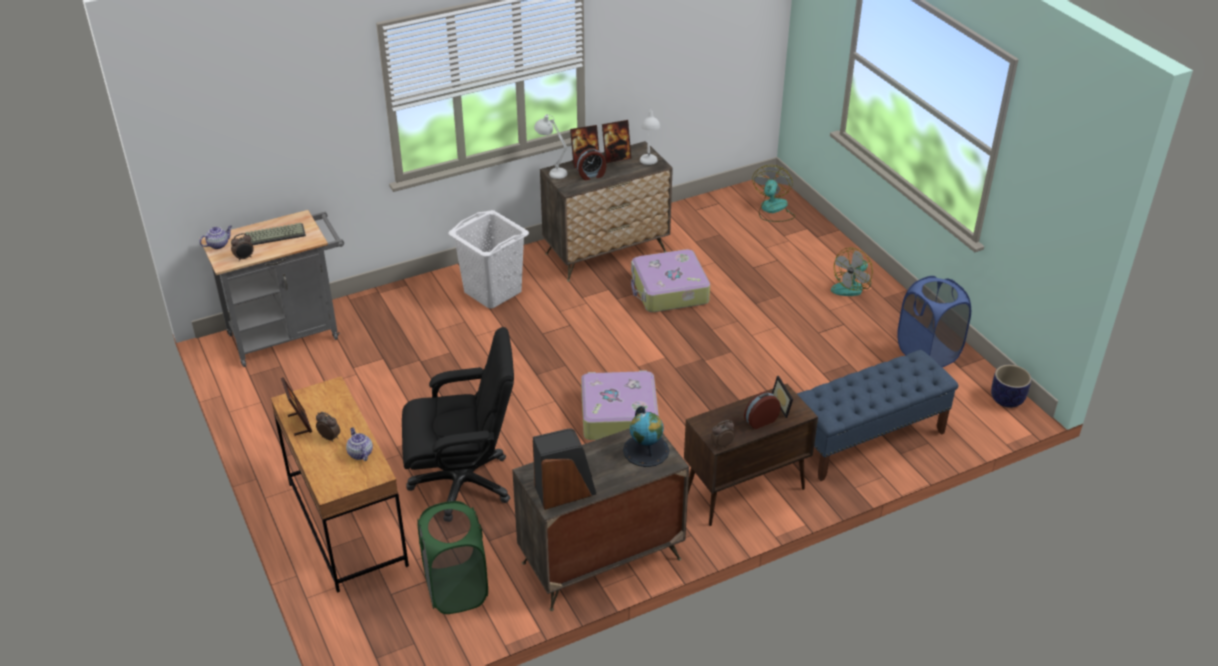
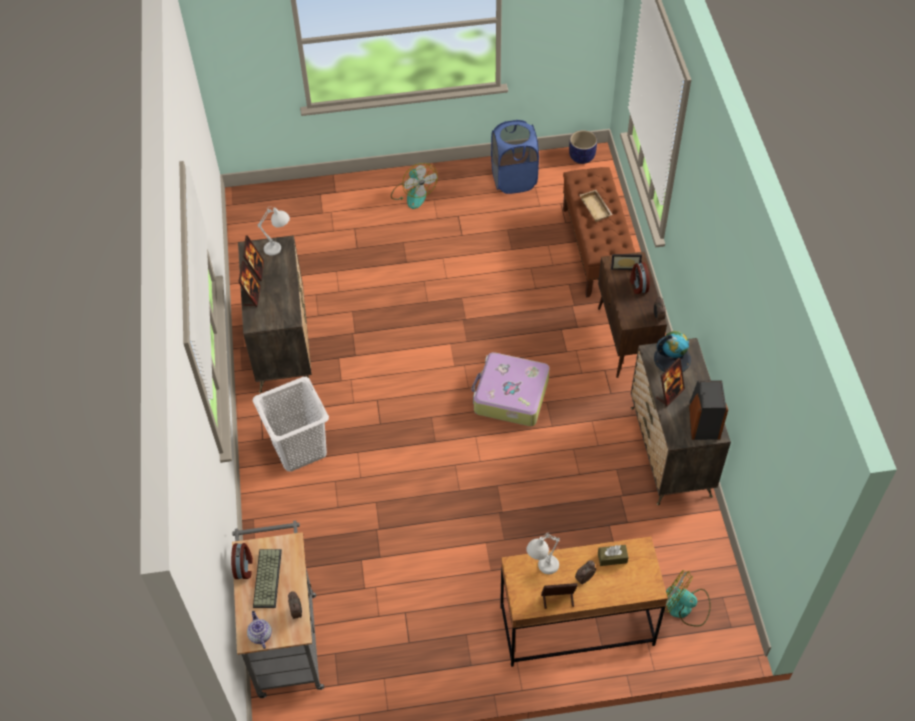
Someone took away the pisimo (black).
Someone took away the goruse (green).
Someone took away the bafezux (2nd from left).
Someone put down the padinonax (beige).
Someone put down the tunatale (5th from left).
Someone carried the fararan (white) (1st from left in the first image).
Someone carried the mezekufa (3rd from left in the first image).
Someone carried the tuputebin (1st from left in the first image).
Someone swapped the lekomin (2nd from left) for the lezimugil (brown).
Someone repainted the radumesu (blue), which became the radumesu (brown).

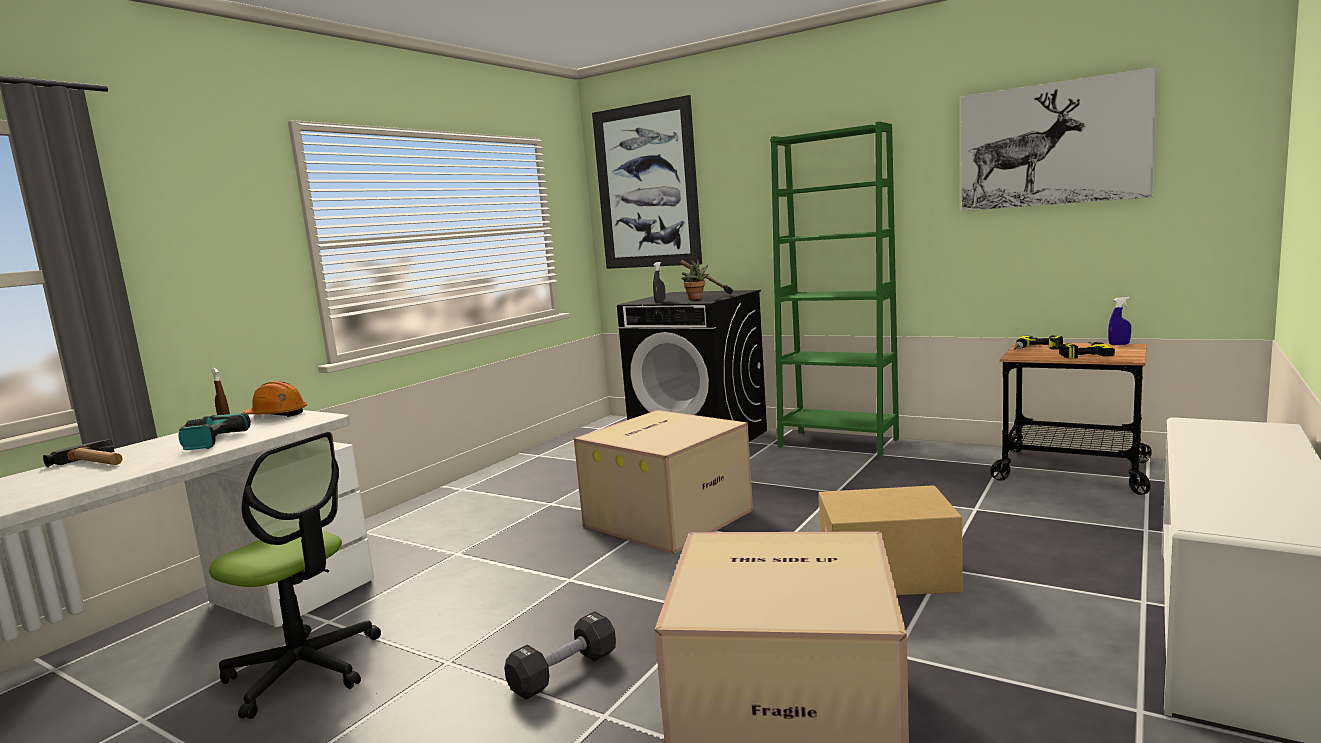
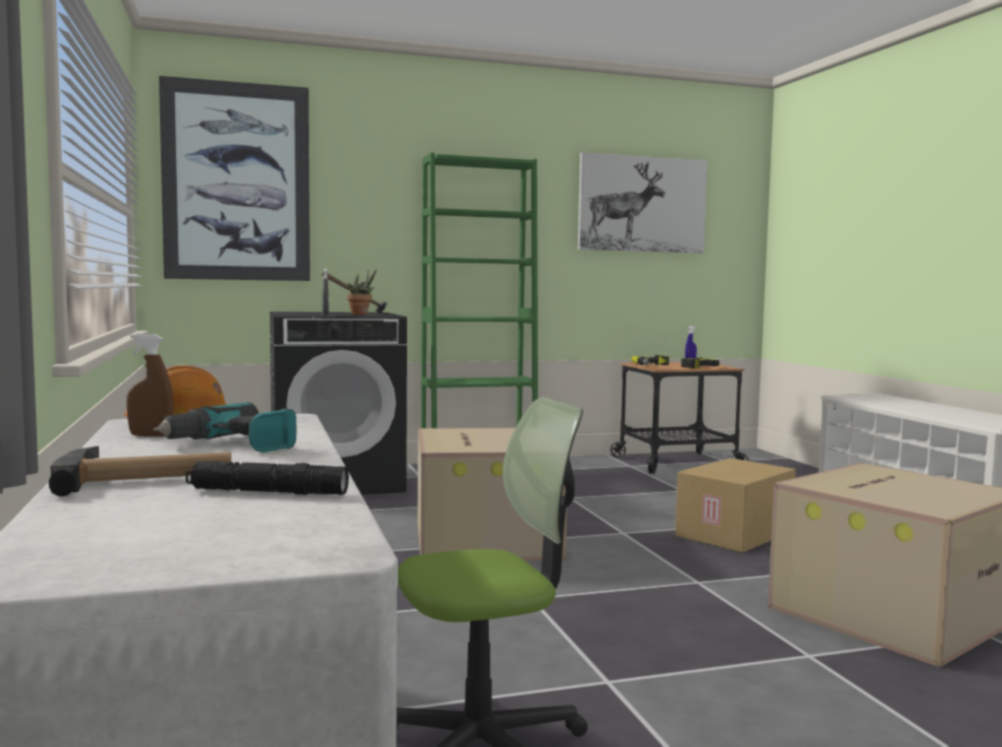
Someone took away the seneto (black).
Someone put down the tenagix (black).

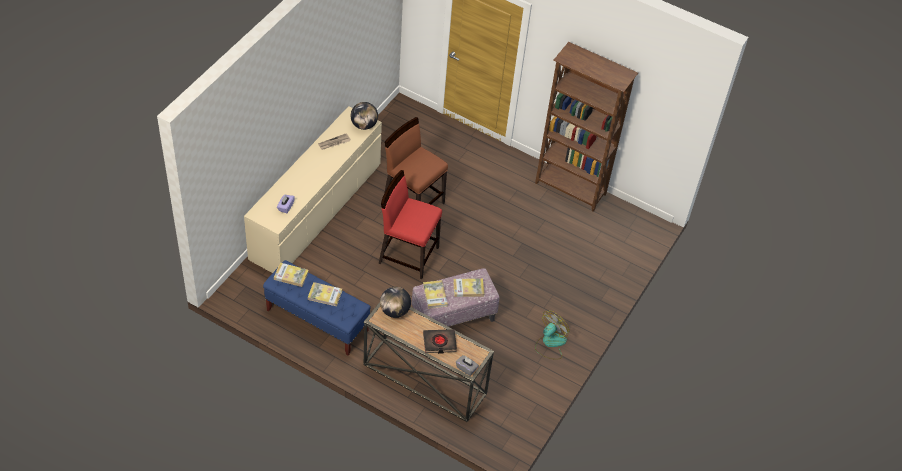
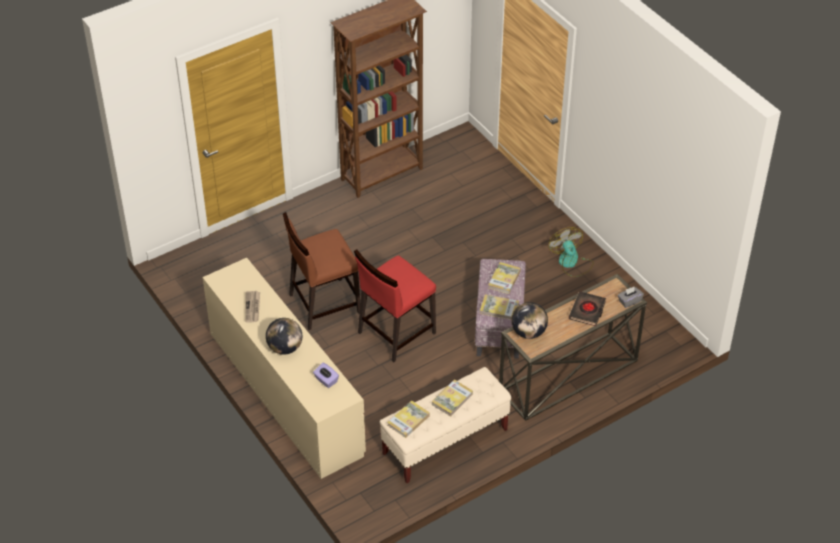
Someone carried the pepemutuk (1st from left).
Someone repainted the radumesu (blue), which became the radumesu (beige).

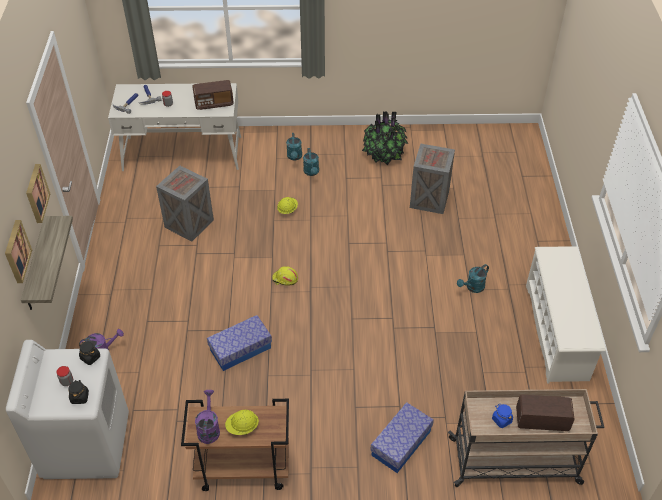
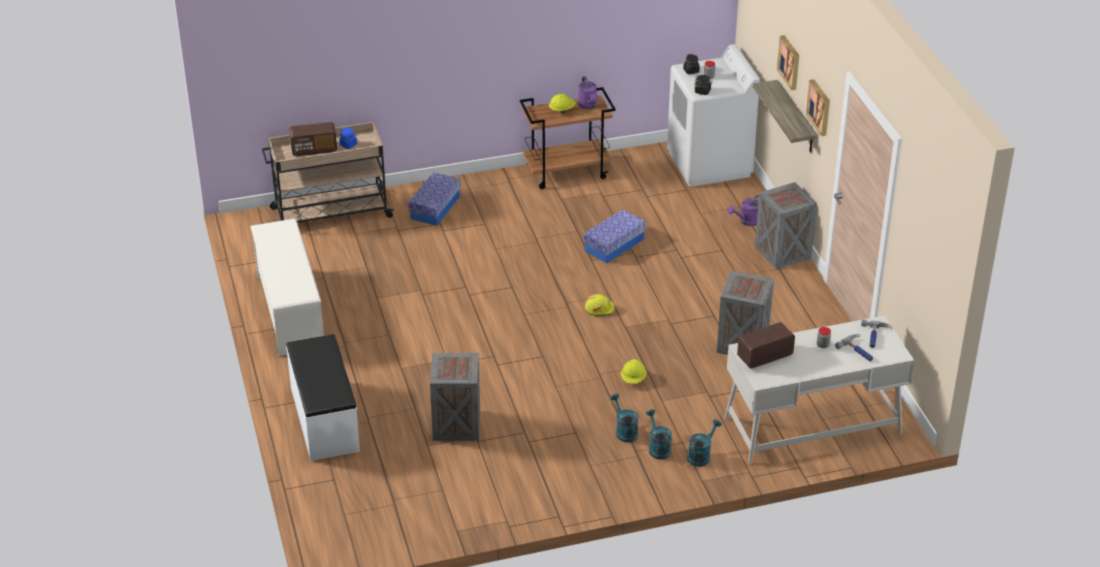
Someone took away the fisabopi.
Someone put down the radumesu (white).
Someone put down the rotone (3rd from left).
Someone carried the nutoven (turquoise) (3rd from left).

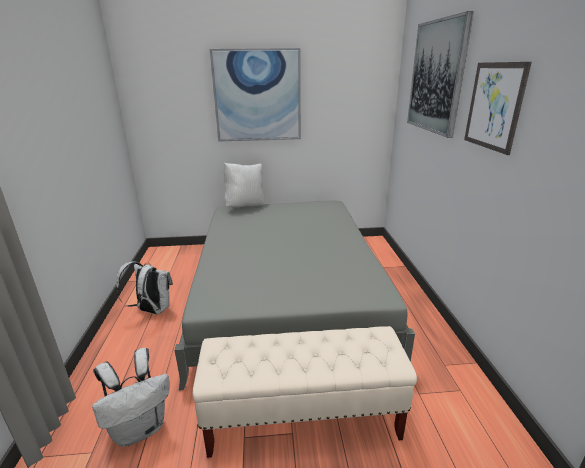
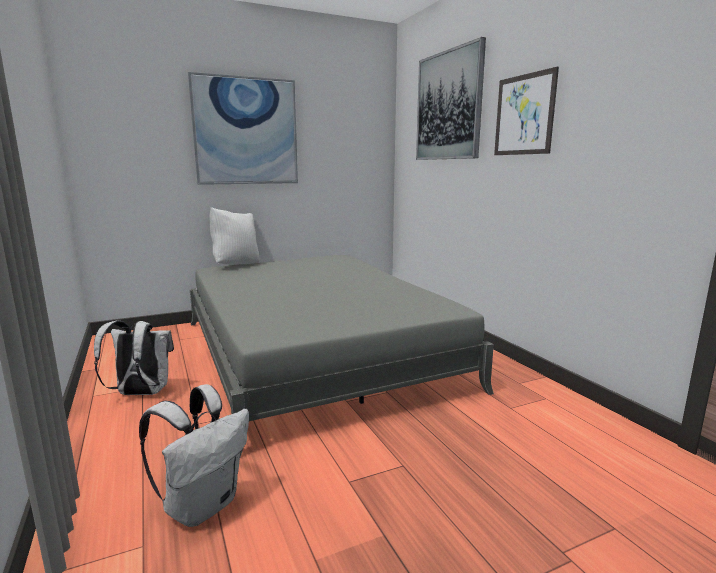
Someone took away the radumesu (beige).

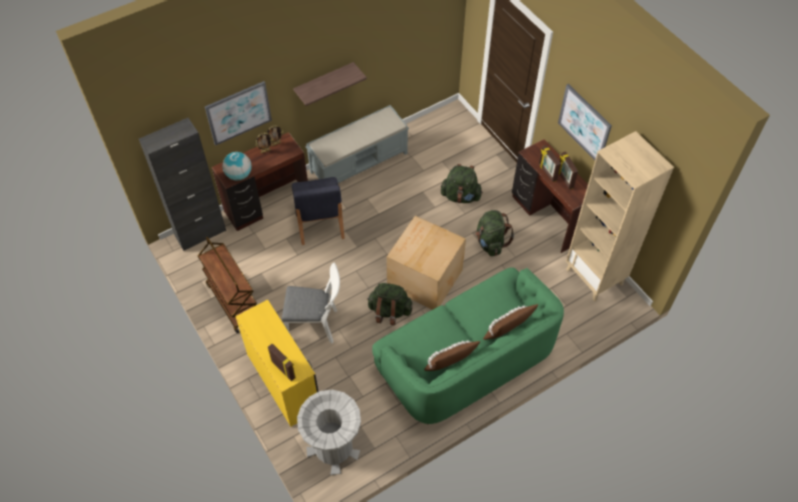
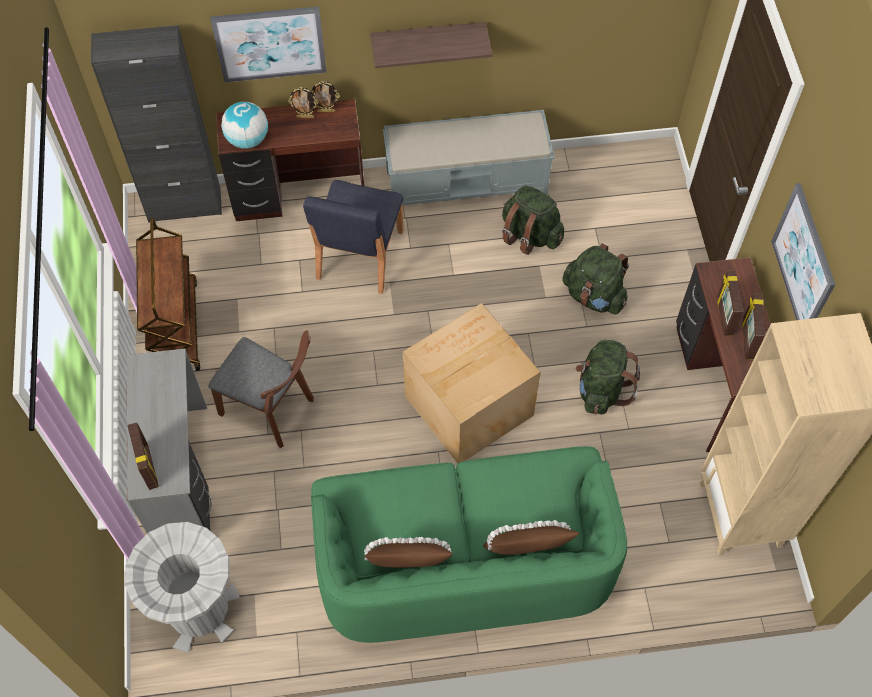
Someone carried the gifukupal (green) (1st from left).
Someone repainted the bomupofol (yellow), which became the bomupofol (grey).
Someone repainted the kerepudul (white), which became the kerepudul (brown).

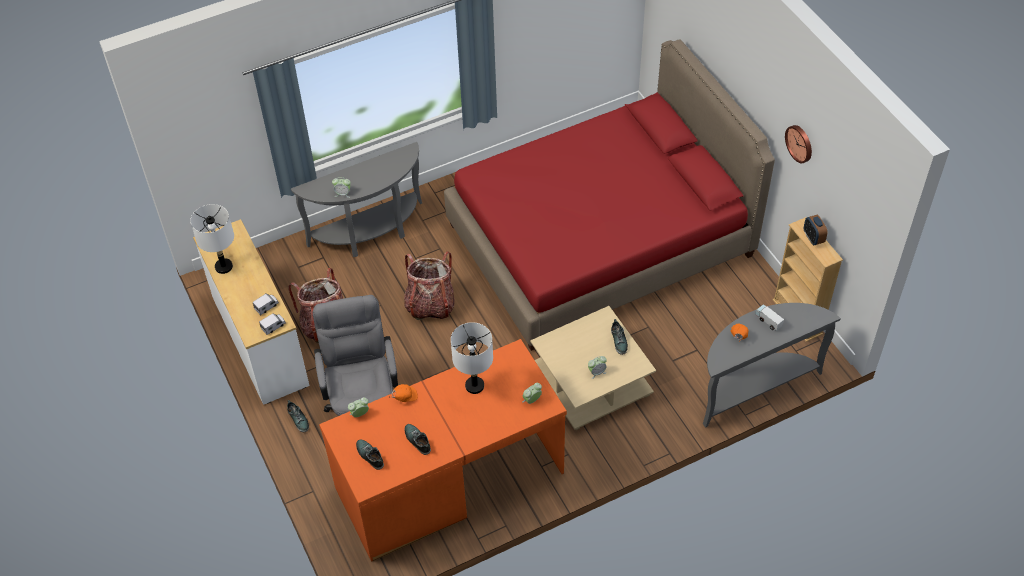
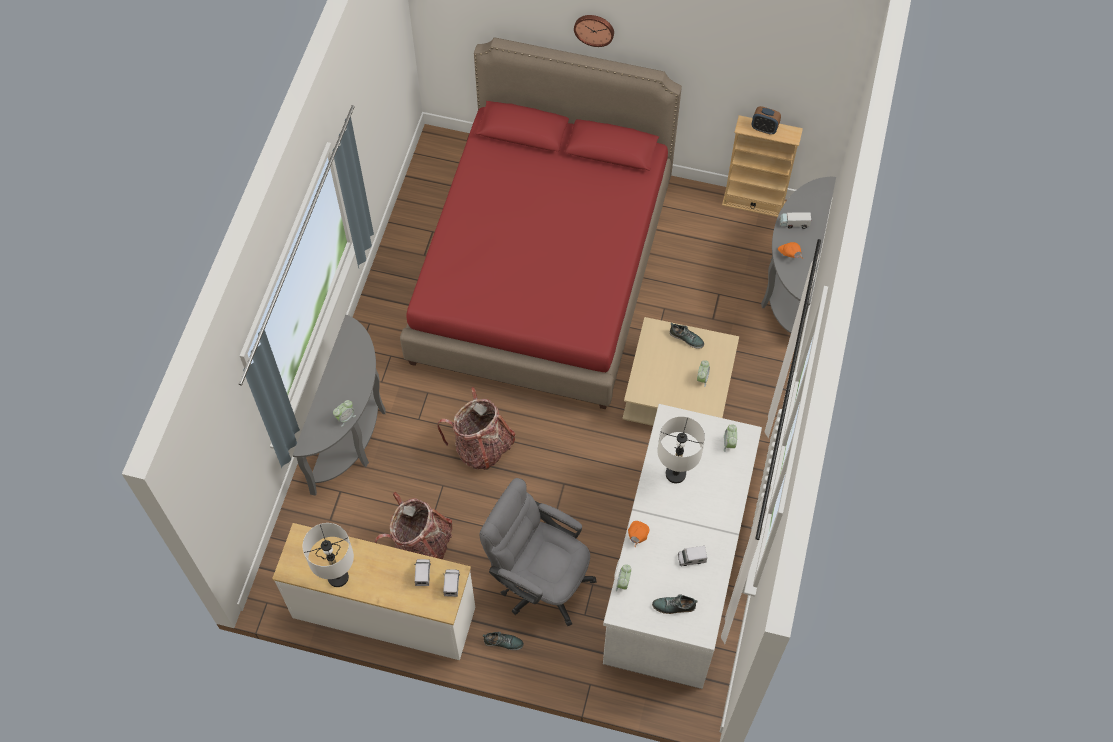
Someone carried the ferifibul.
Someone swapped the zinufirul (3rd from left) for the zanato (3rd from left).
Someone repainted the bomupofol (orange), which became the bomupofol (white).

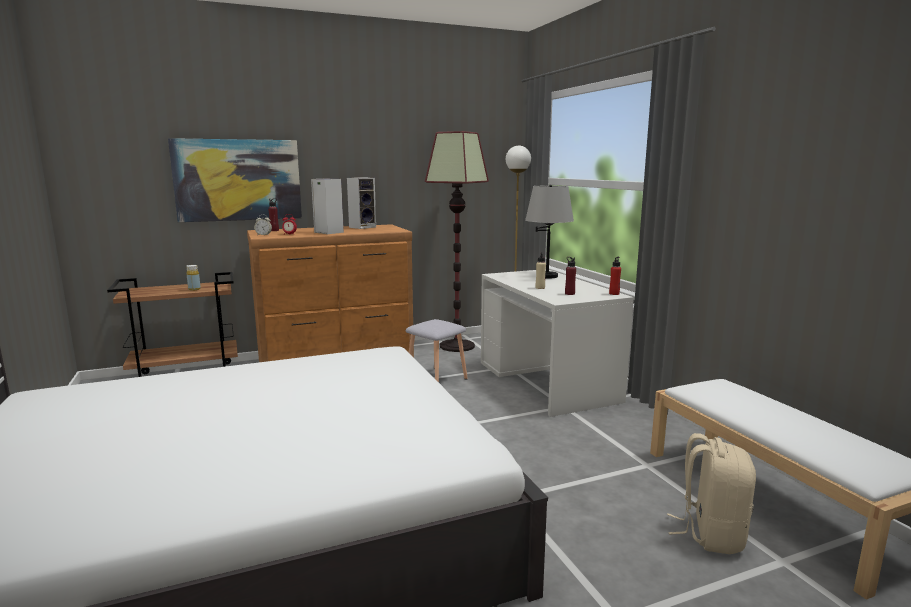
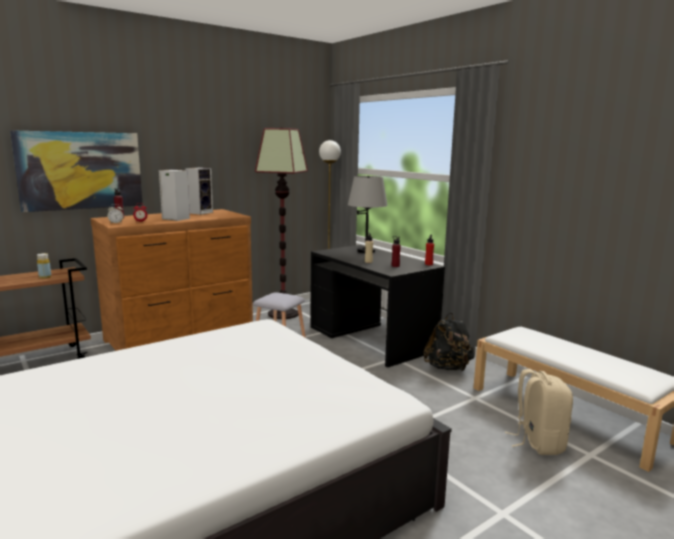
Someone put down the gifukupal (black).
Someone repainted the bomupofol (white), which became the bomupofol (black).

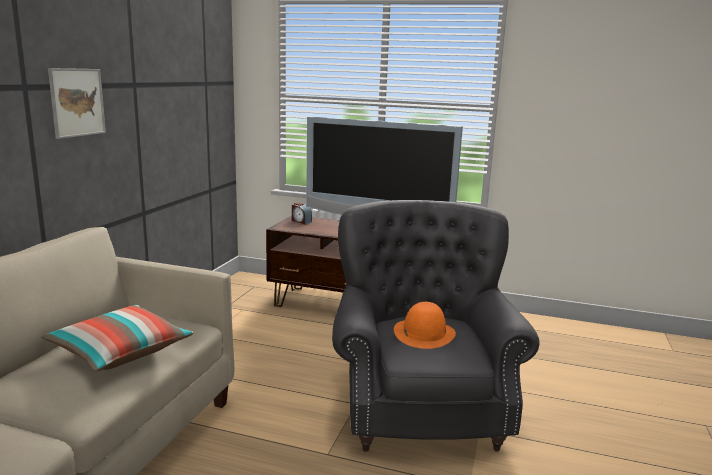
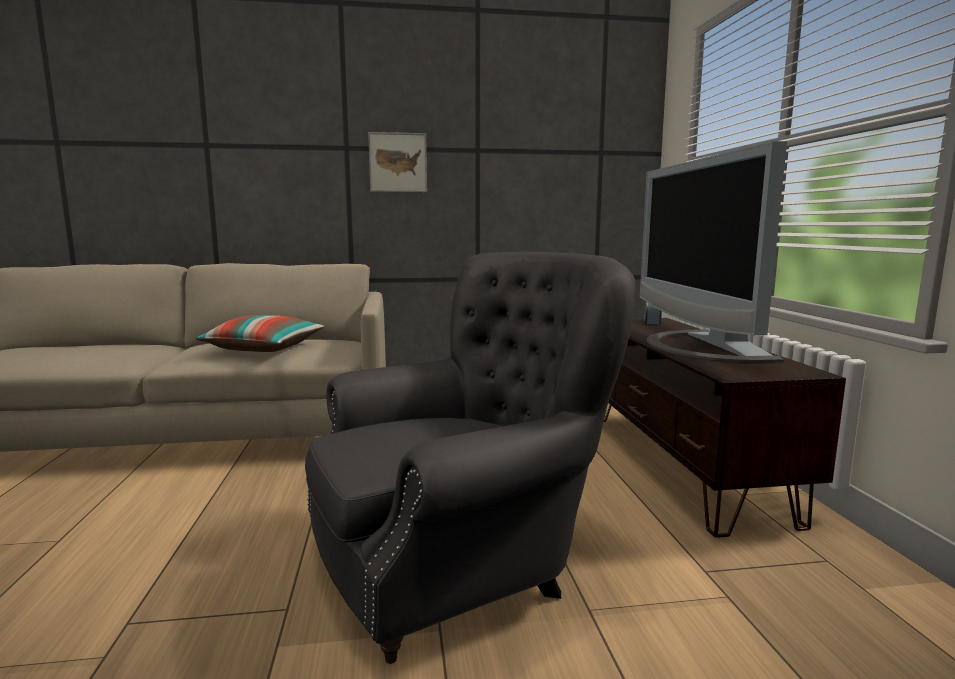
Someone took away the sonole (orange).

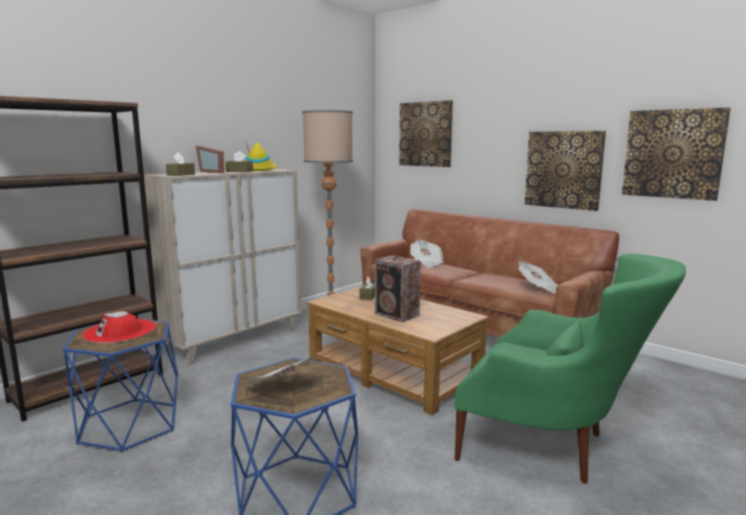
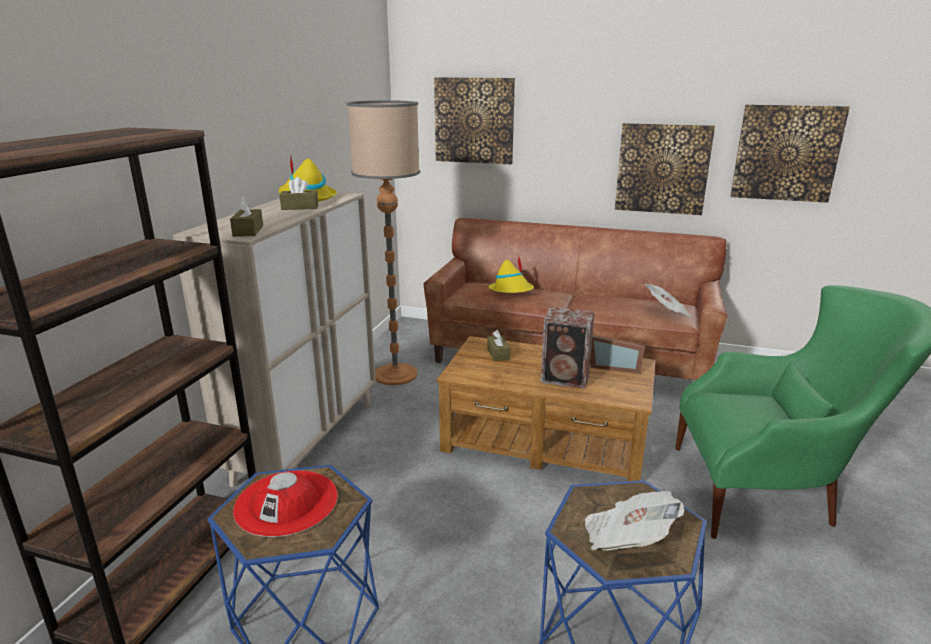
Someone carried the tunatale.
Someone swapped the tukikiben (2nd from left) for the sonole (yellow) (2nd from left).

